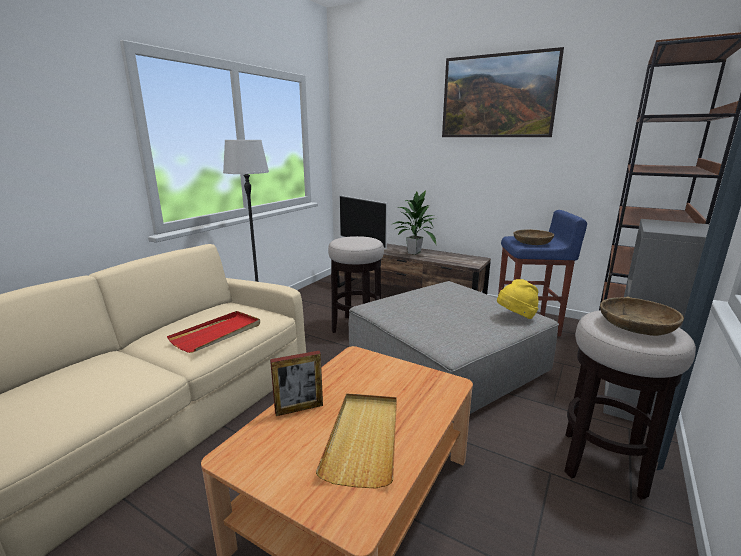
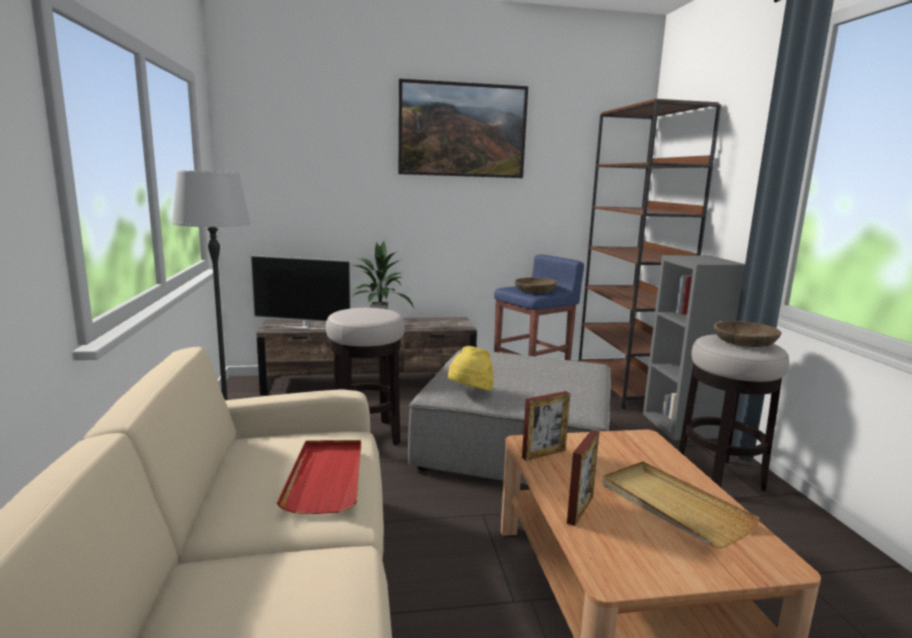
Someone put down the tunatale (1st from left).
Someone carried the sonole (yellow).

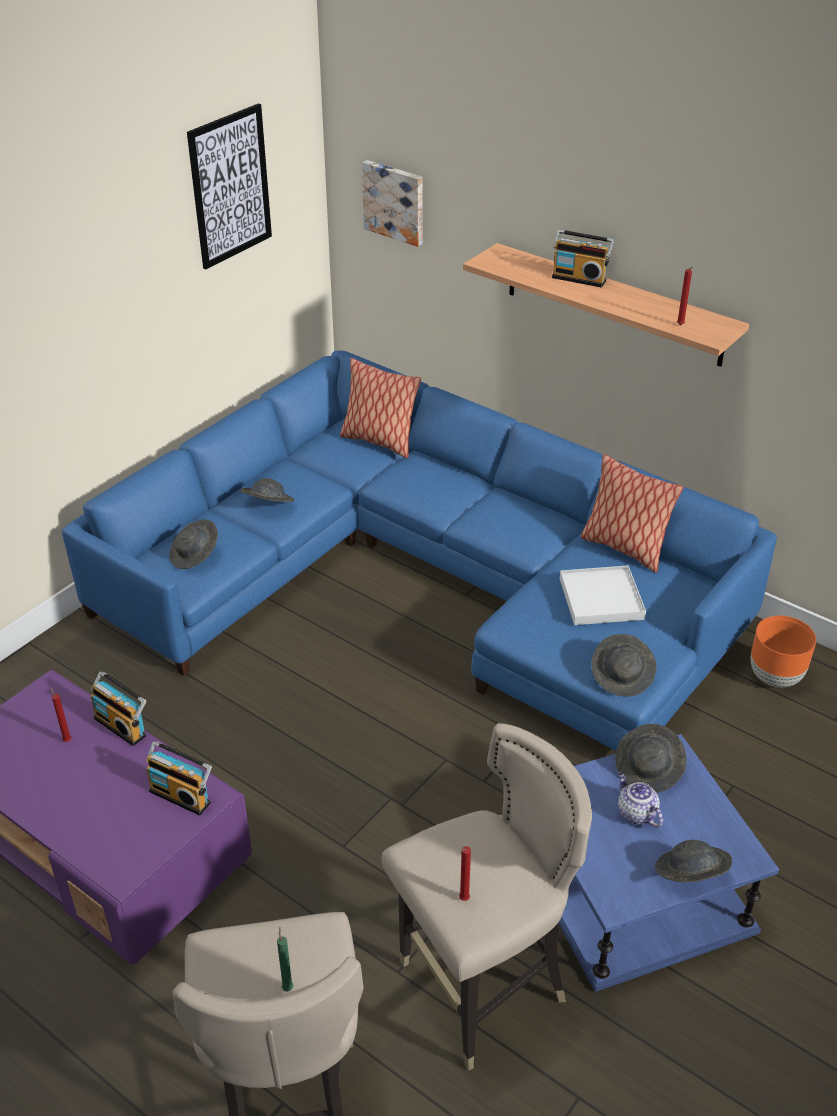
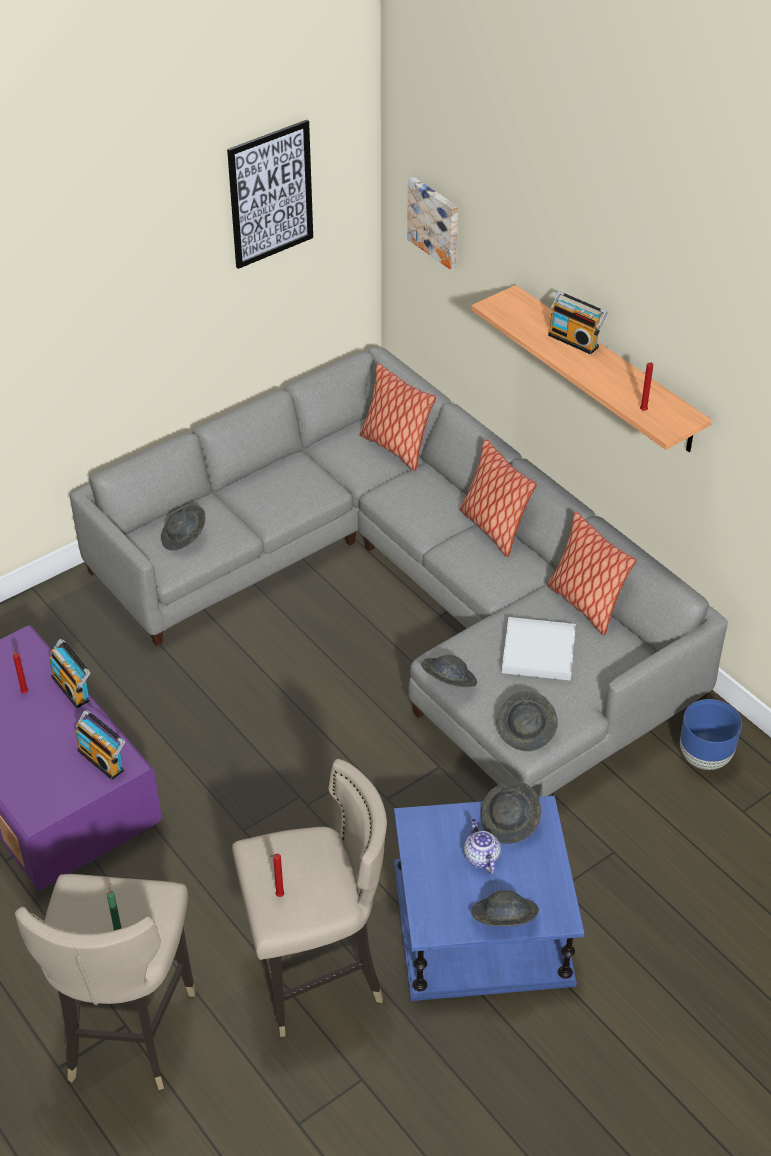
Someone put down the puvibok (2nd from left).
Someone carried the sonole (grey) (2nd from left).
Someone repainted the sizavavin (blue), which became the sizavavin (grey).
Someone repainted the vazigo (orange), which became the vazigo (blue).

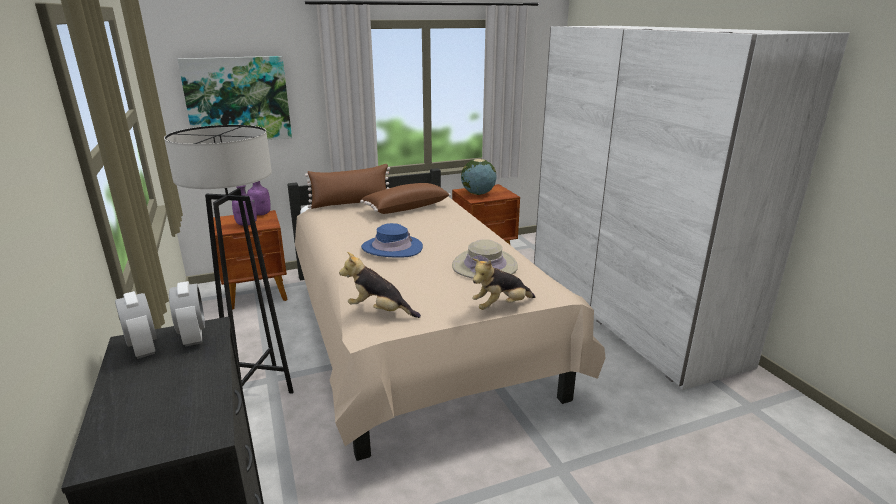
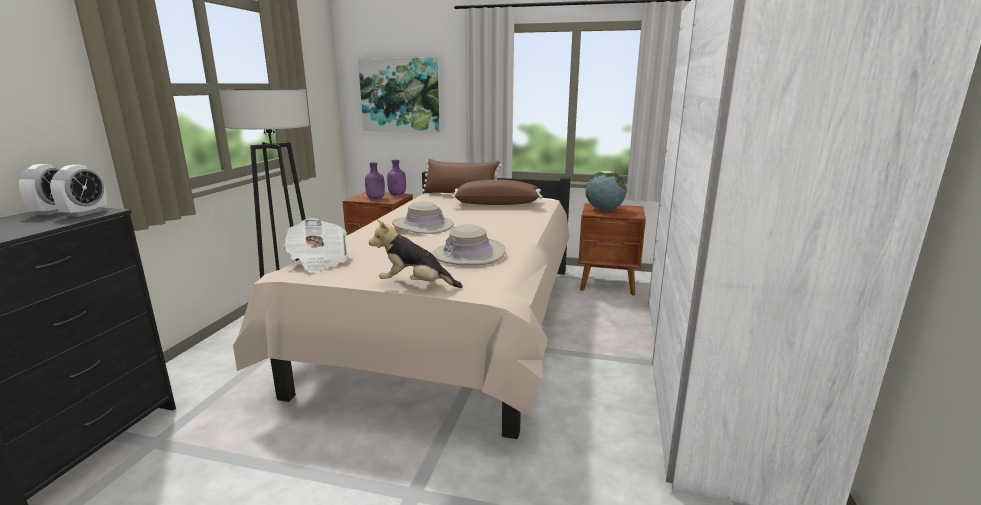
Someone swapped the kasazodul (1st from left) for the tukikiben.
Someone repainted the sonole (blue), which became the sonole (beige) (1st from left).

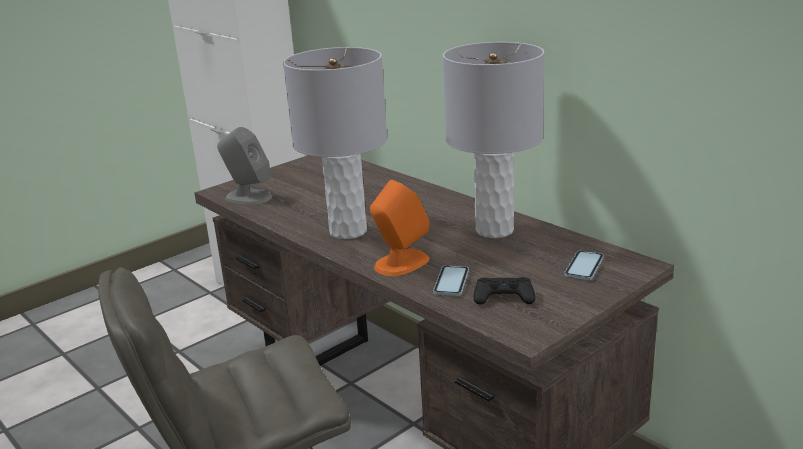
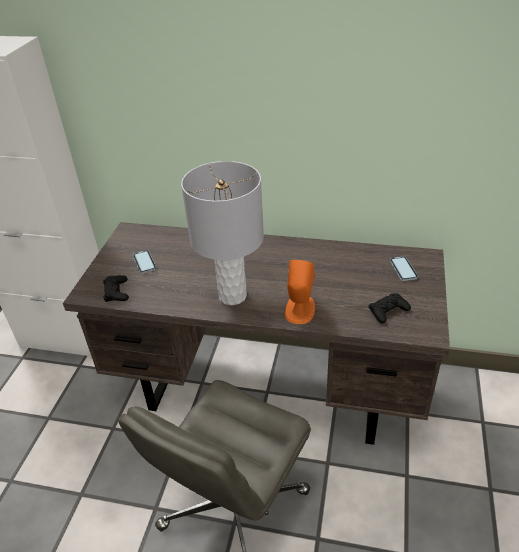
Someone took away the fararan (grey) (2nd from left).
Someone carried the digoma (1st from left).
Someone swapped the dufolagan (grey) for the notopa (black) (1st from left).

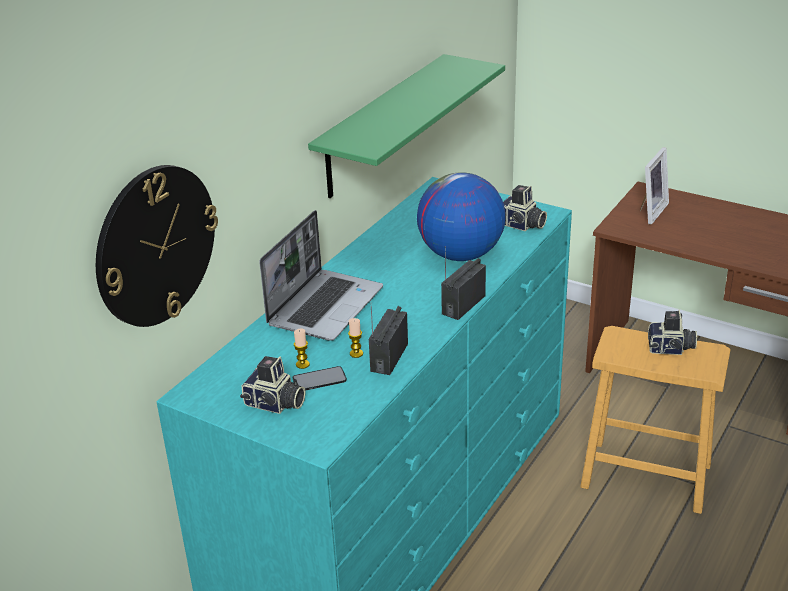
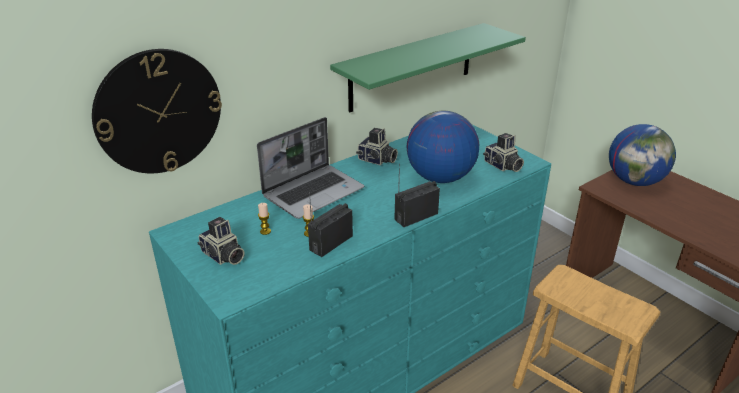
Someone took away the digoma.
Someone carried the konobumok (3rd from left in the first image).
Someone swapped the tunatale for the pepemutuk (2nd from left).

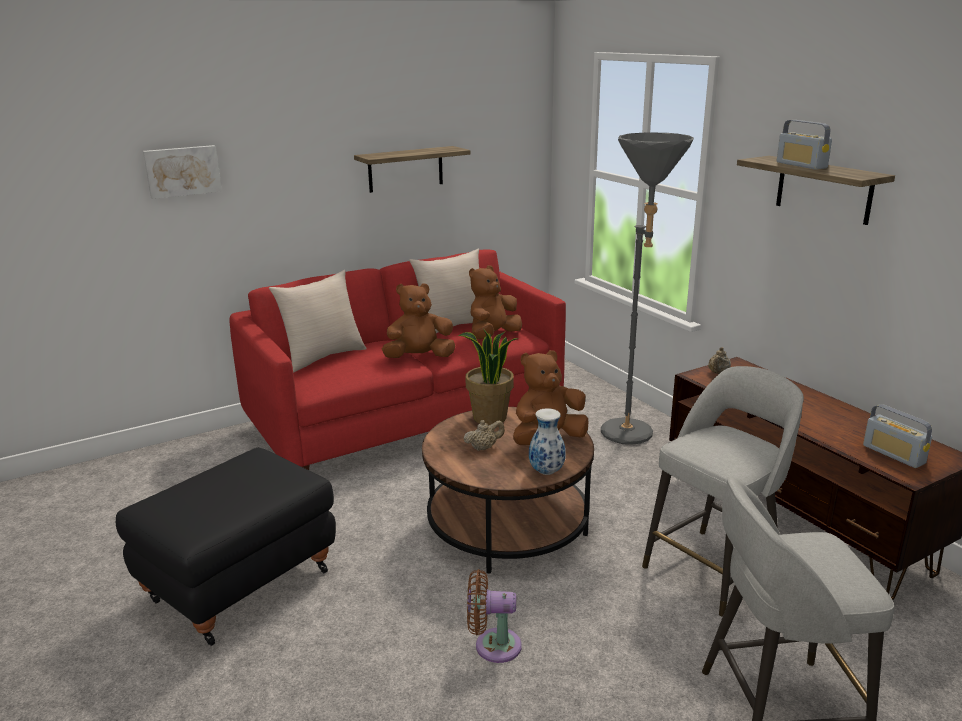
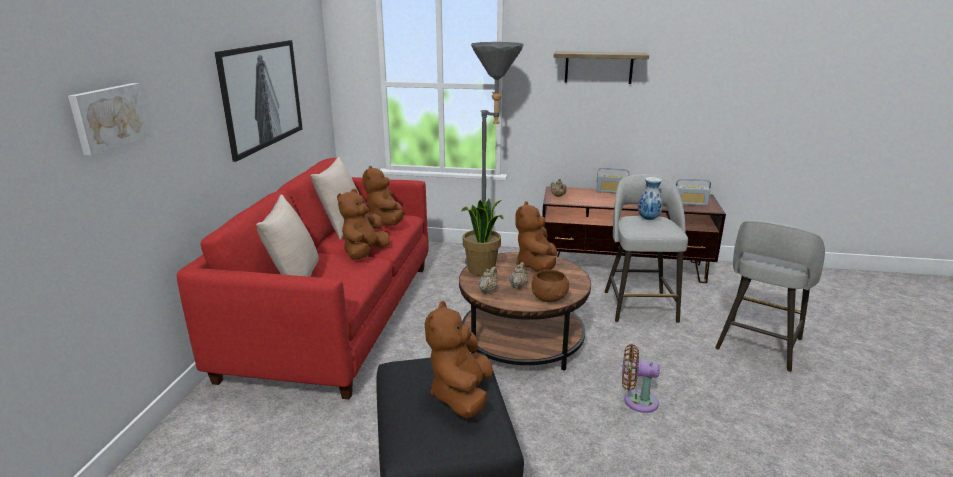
Someone put down the kasazodul (brown) (3rd from left).
Someone put down the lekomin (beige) (1st from left).
Someone put down the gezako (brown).
Someone carried the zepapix.
Someone carried the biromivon (1st from left).
Someone swapped the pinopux (1st from left) for the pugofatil (2nd from left).
Someone rotated the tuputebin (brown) by 60 degrees clockwise.

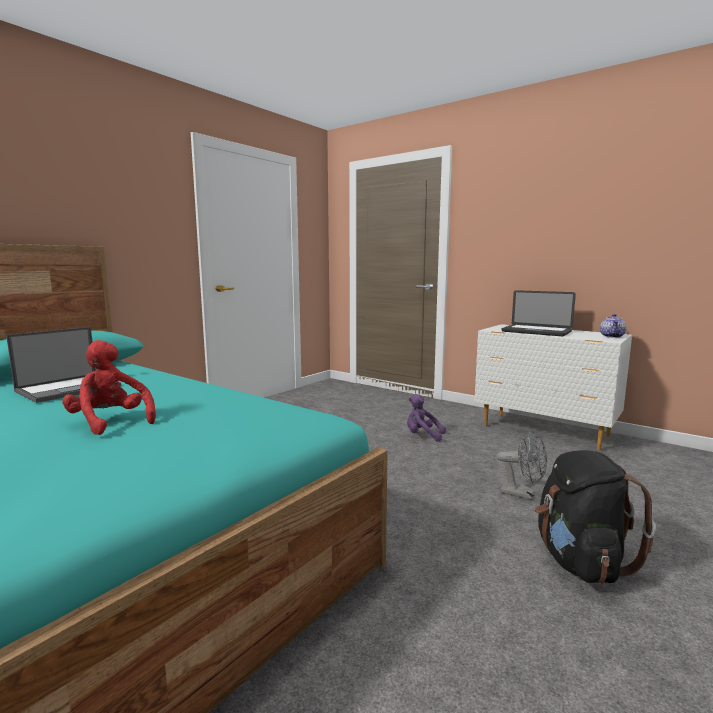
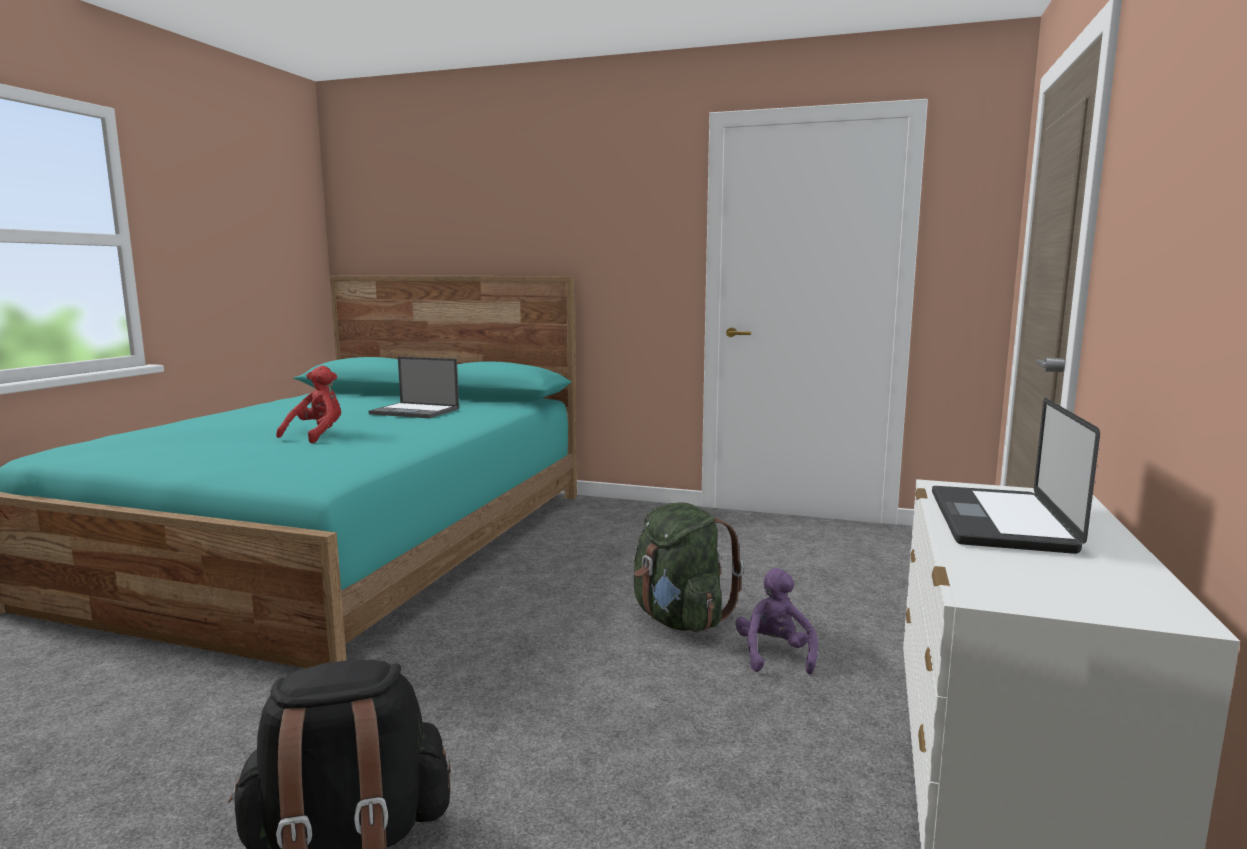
Someone took away the tuputebin (grey).
Someone took away the lekomin.
Someone put down the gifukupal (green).

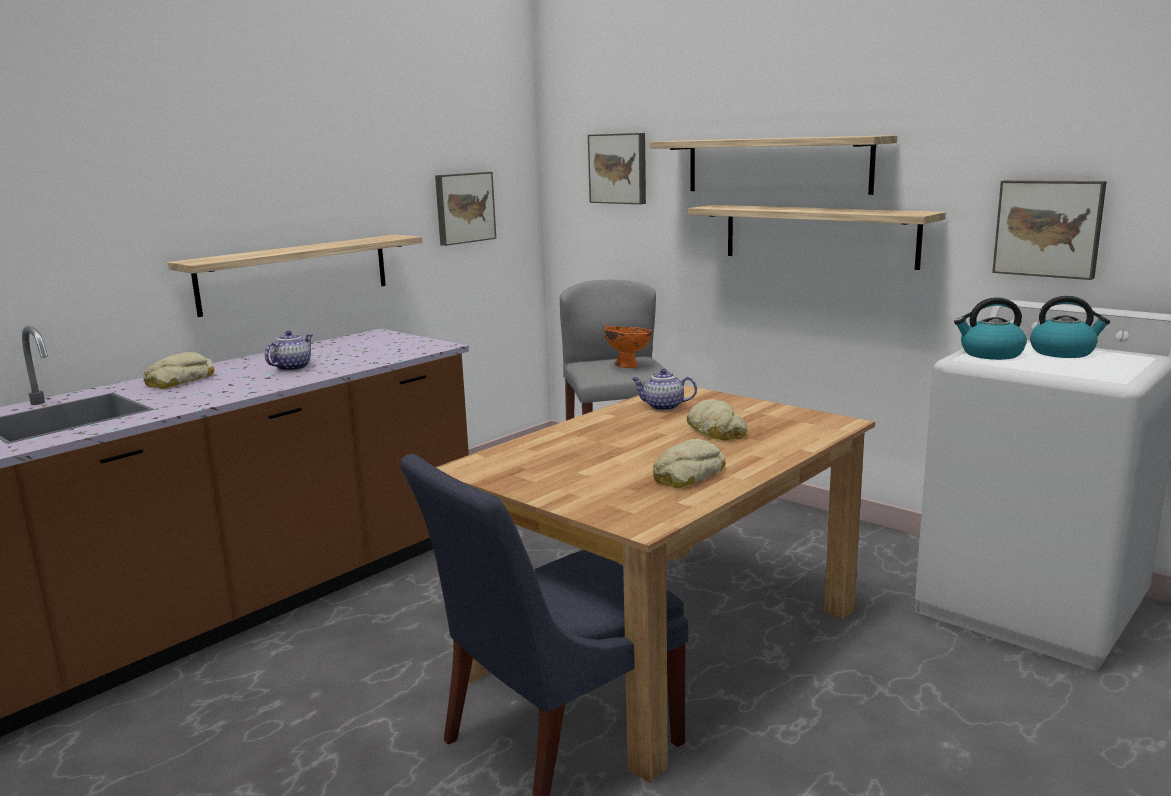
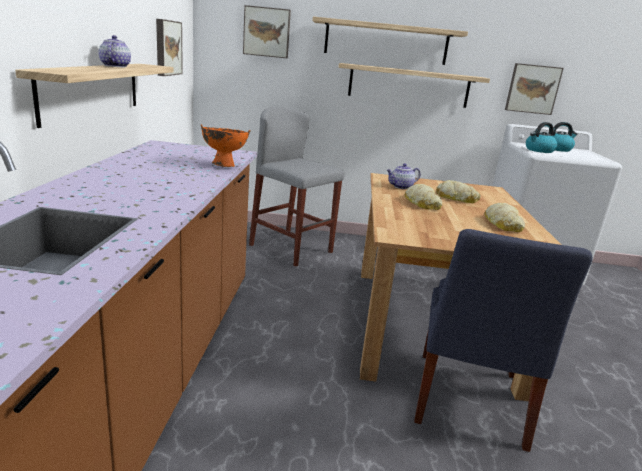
Someone carried the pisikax (1st from left).
Someone carried the lekomin (1st from left).
Someone carried the gezako (orange).

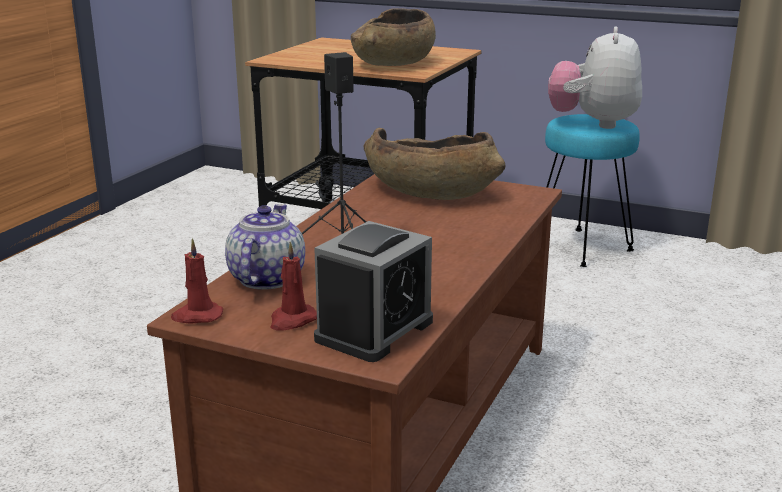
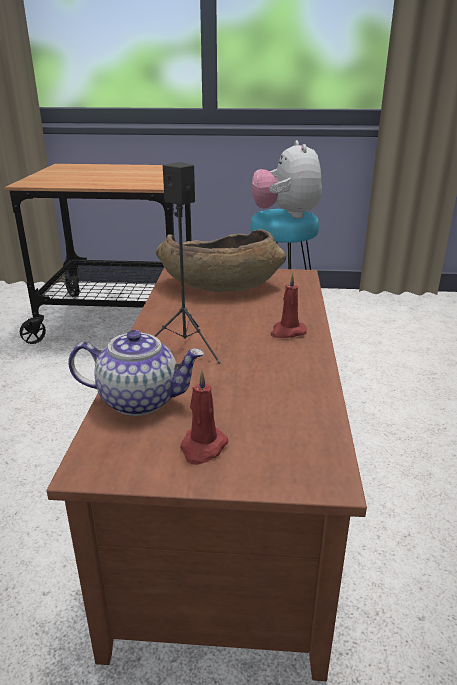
Someone took away the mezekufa.
Someone took away the gezako (brown) (1st from left).
Someone carried the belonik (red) (1st from left in the first image).
Someone rotated the lekomin by 105 degrees clockwise.

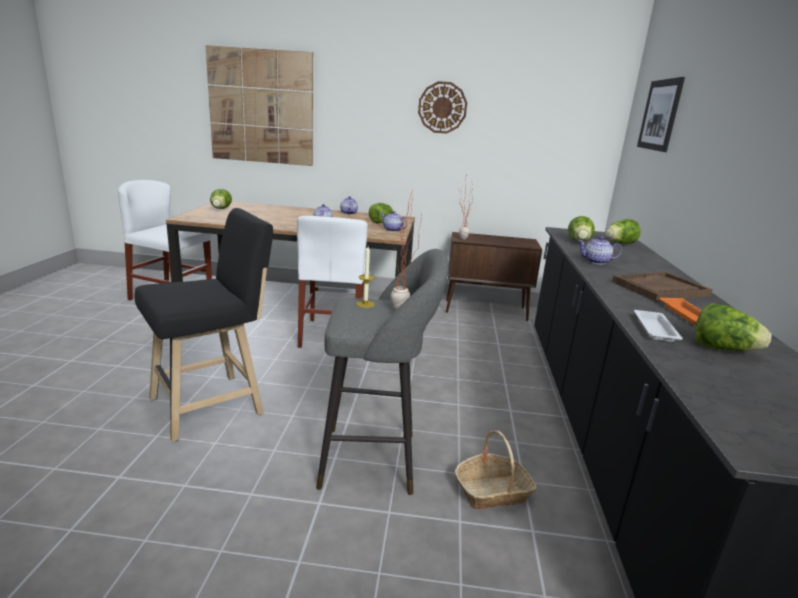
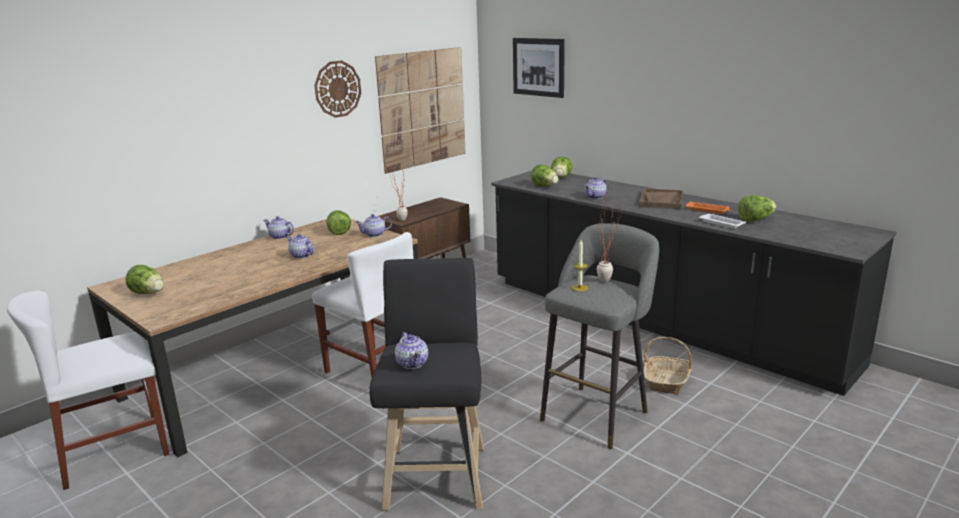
Someone put down the lekomin (4th from left).
Someone carried the pugofatil (1st from left).

